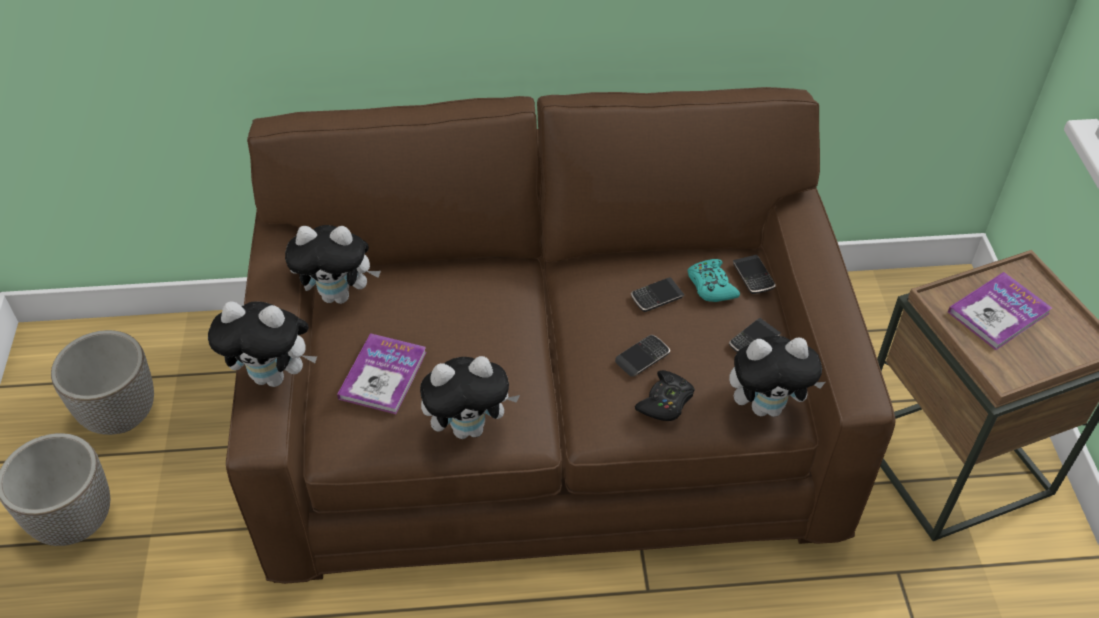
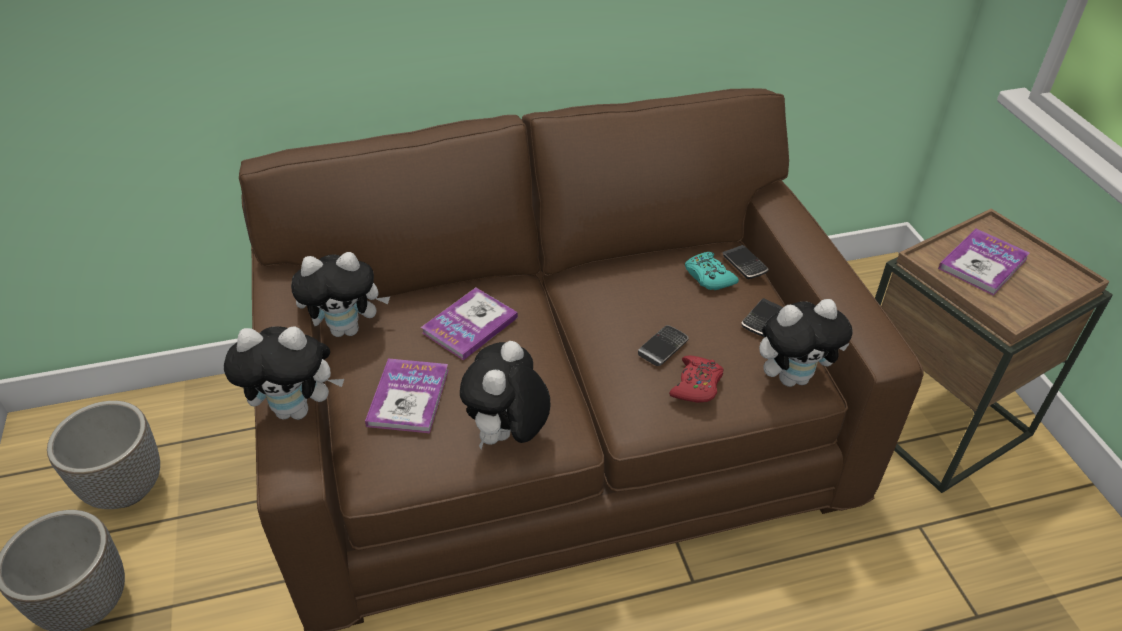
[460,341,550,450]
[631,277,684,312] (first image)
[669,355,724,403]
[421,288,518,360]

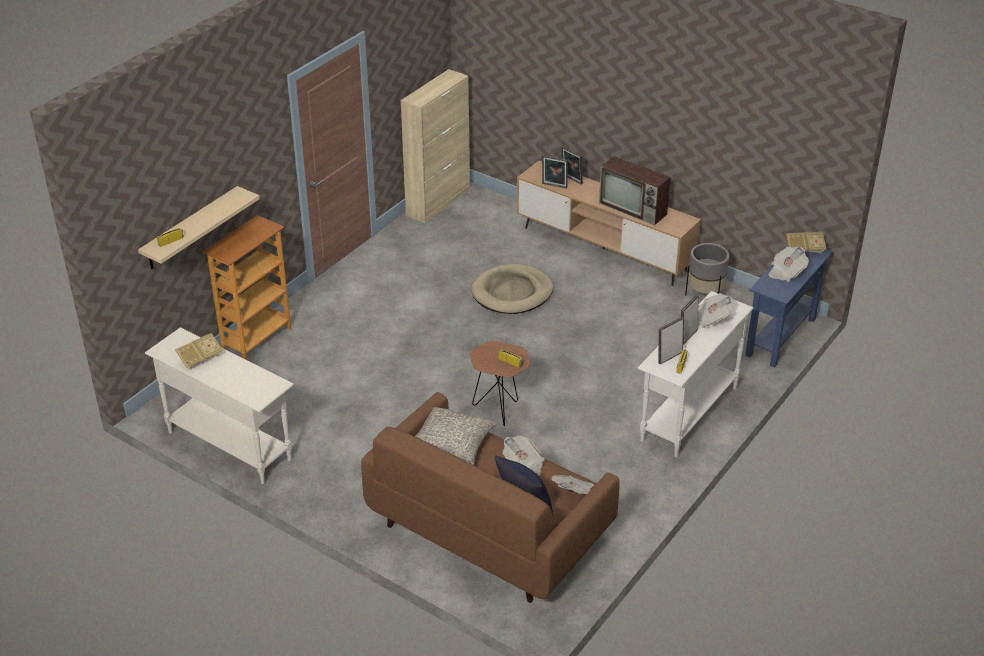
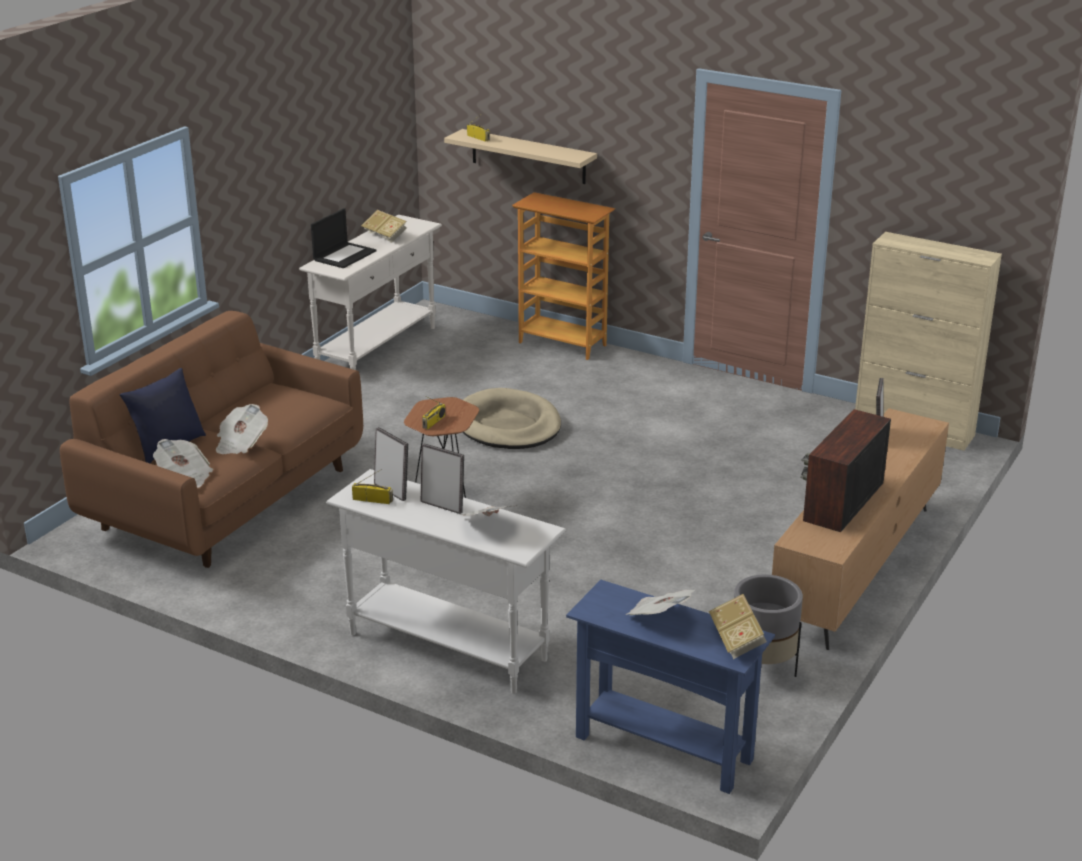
[415,407,497,465] (first image)
[462,388,561,449]
[561,146,583,184] (first image)
[311,208,376,268]

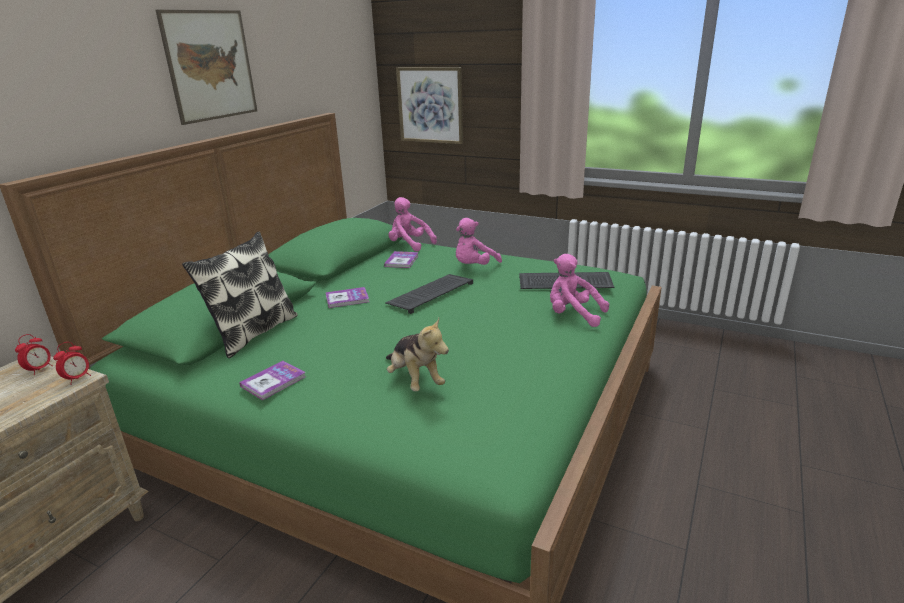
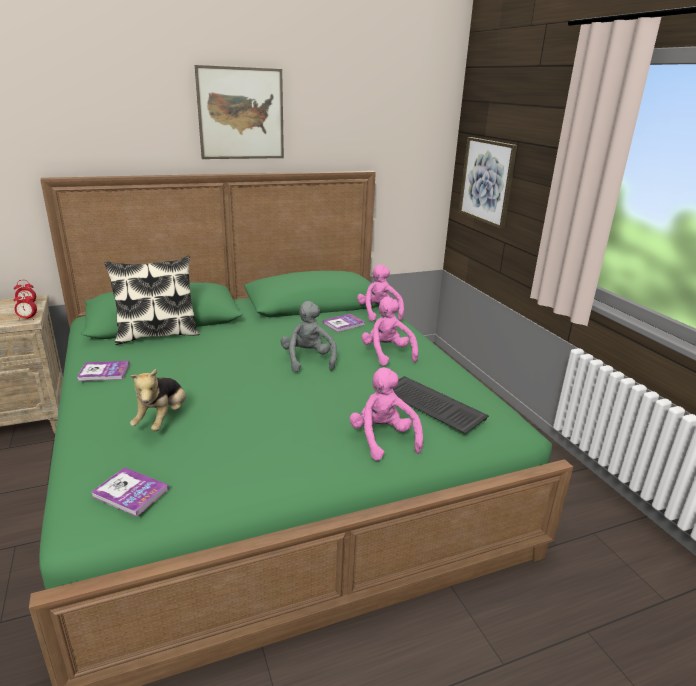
[91,467,169,517]
[281,301,337,372]
[361,297,418,366]

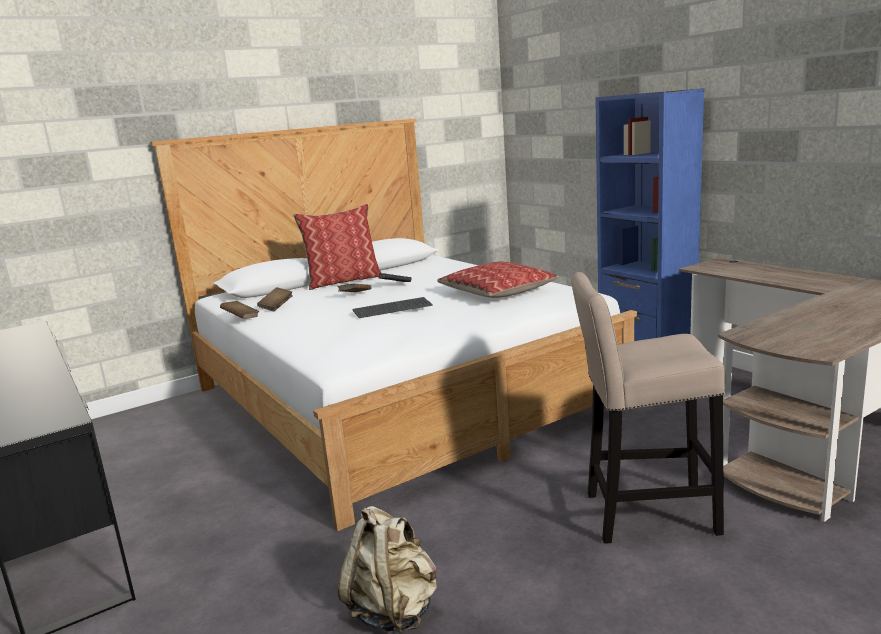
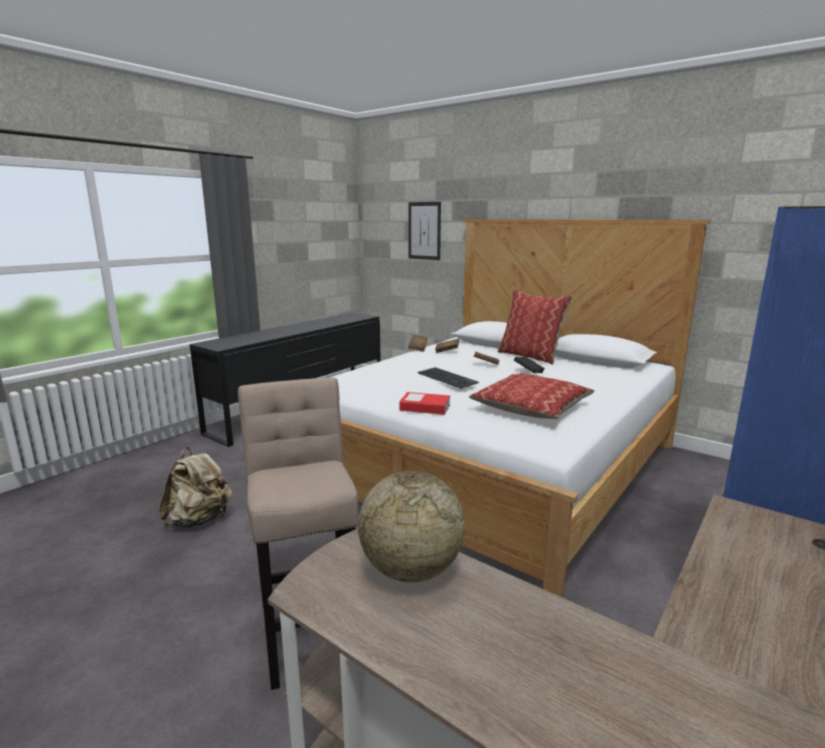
[358,471,465,582]
[399,392,450,415]
[408,202,441,260]

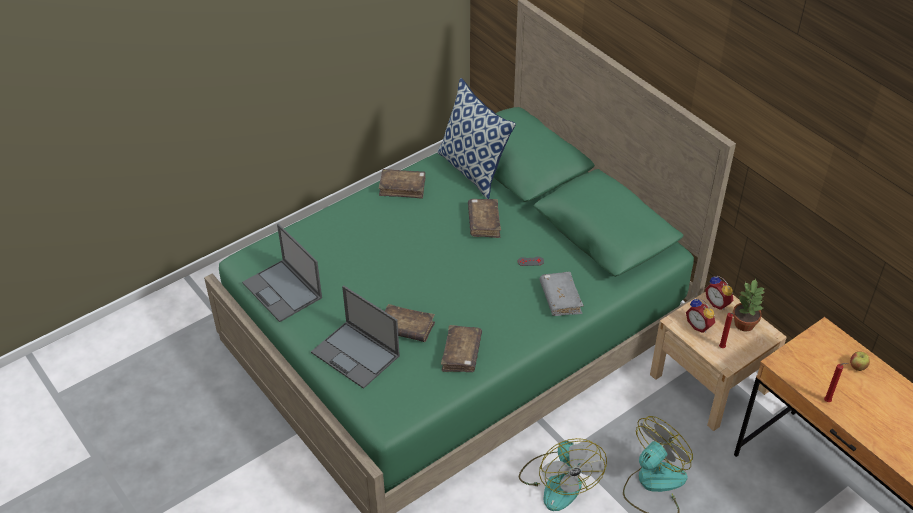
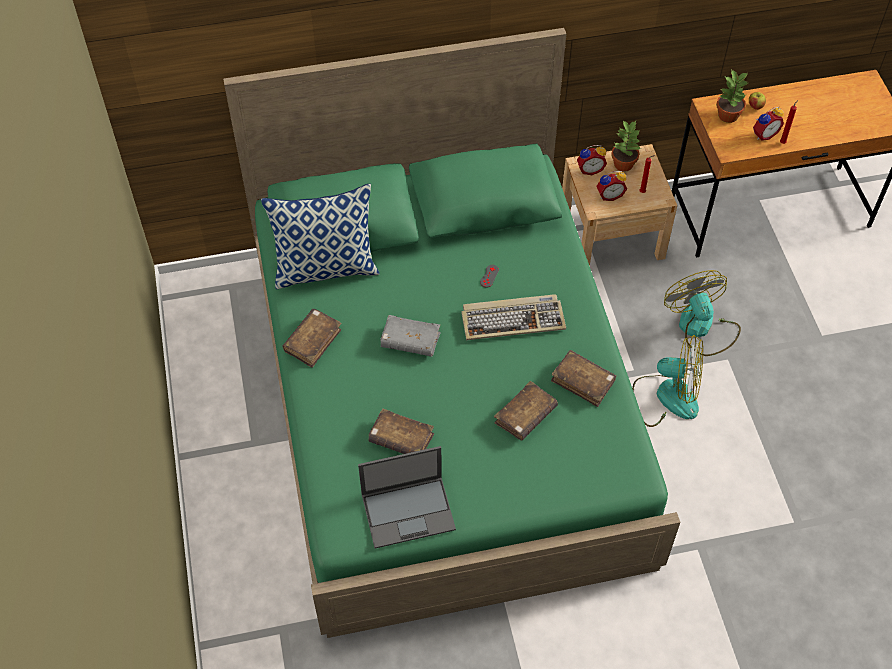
[311,285,400,389] (first image)
[369,409,434,454]
[380,315,441,357]
[461,294,566,340]
[716,69,748,123]
[753,107,784,141]

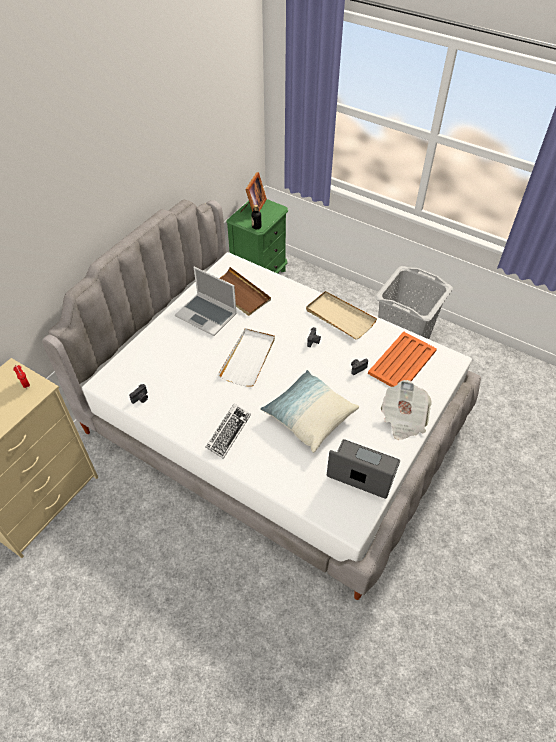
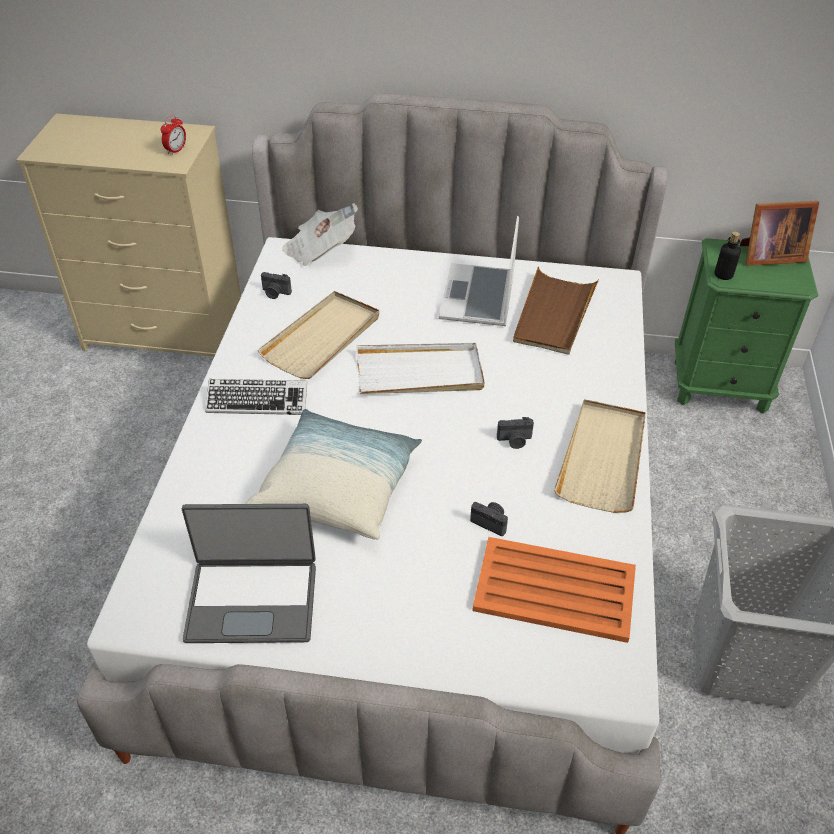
[182,504,316,643]
[282,203,358,266]
[258,291,379,379]

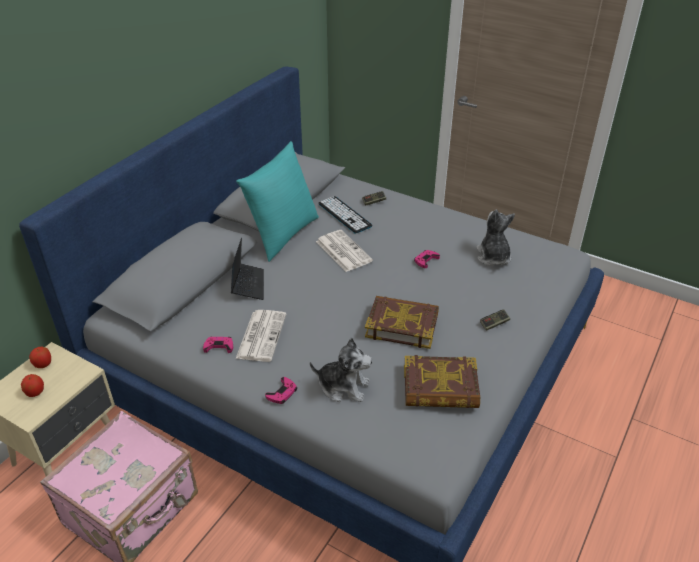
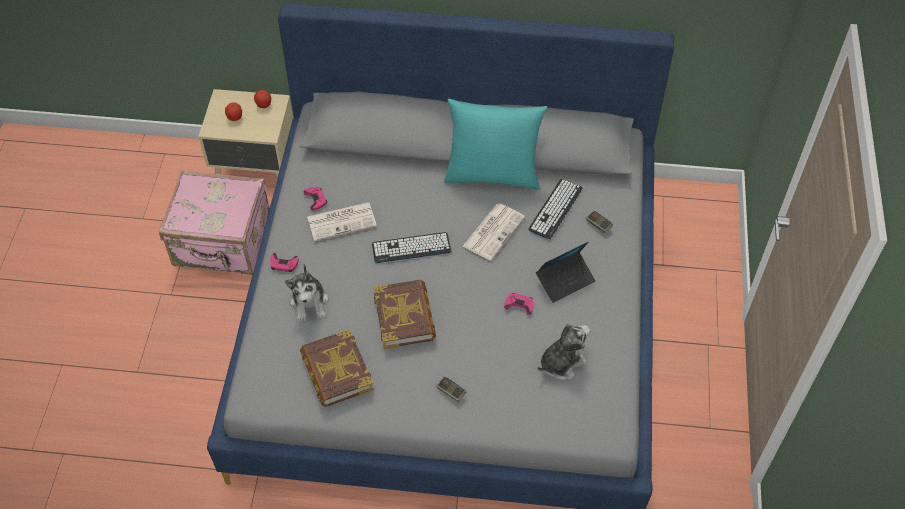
[536,242,596,303]
[372,232,451,263]

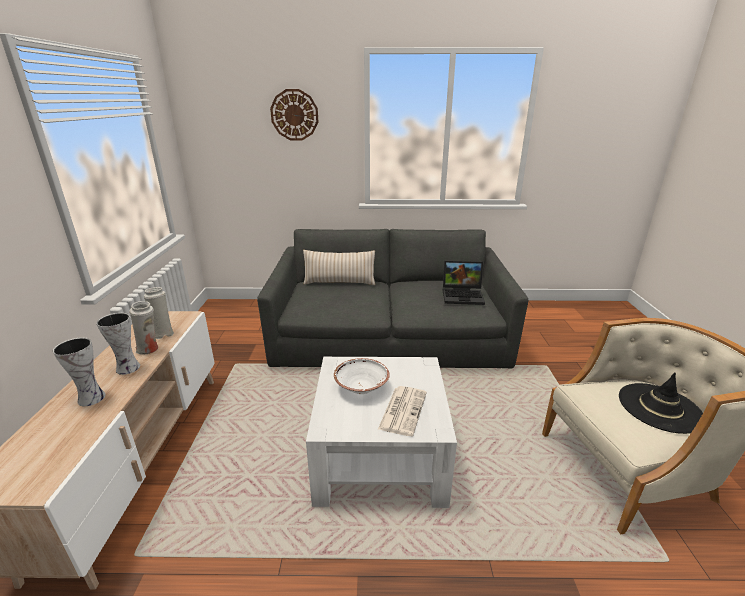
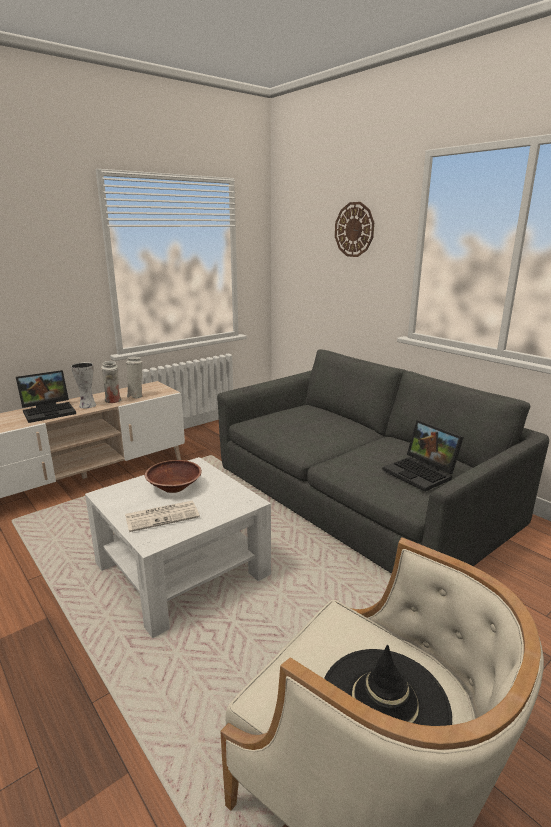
[16,370,76,423]
[303,250,375,285] (first image)
[145,460,202,493]

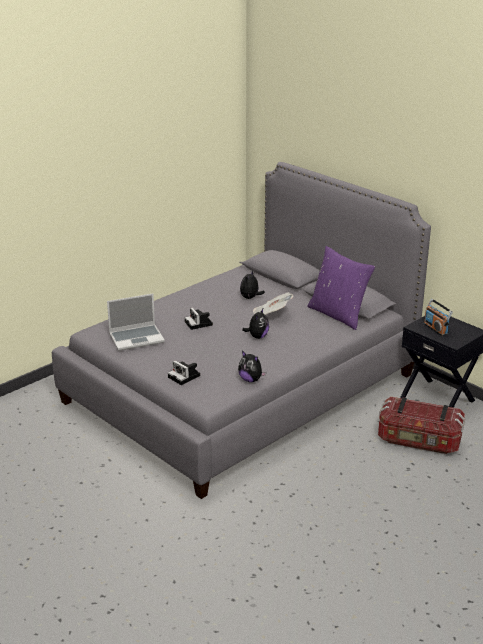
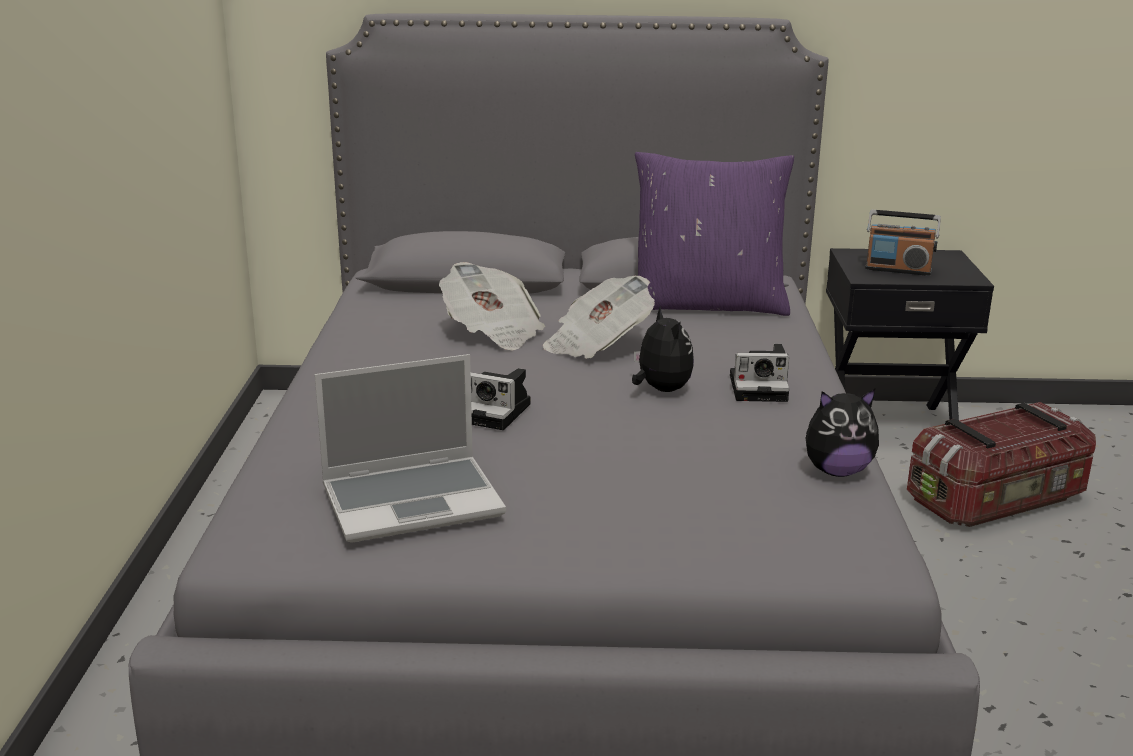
[315,354,506,543]
[730,344,790,402]
[439,262,545,351]

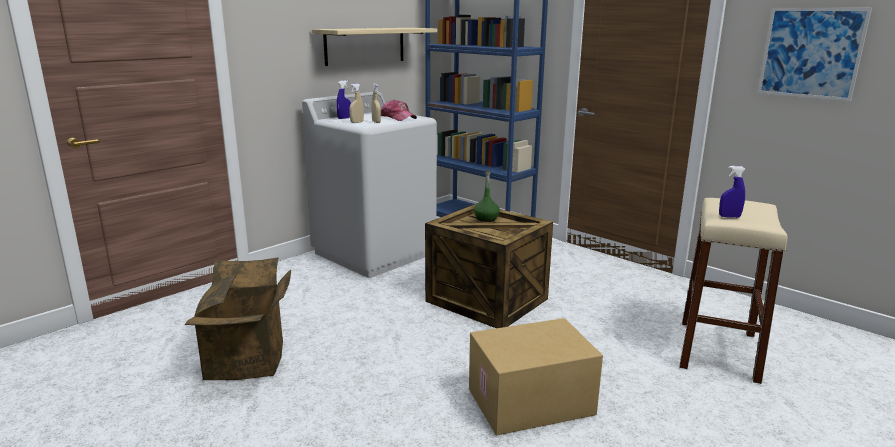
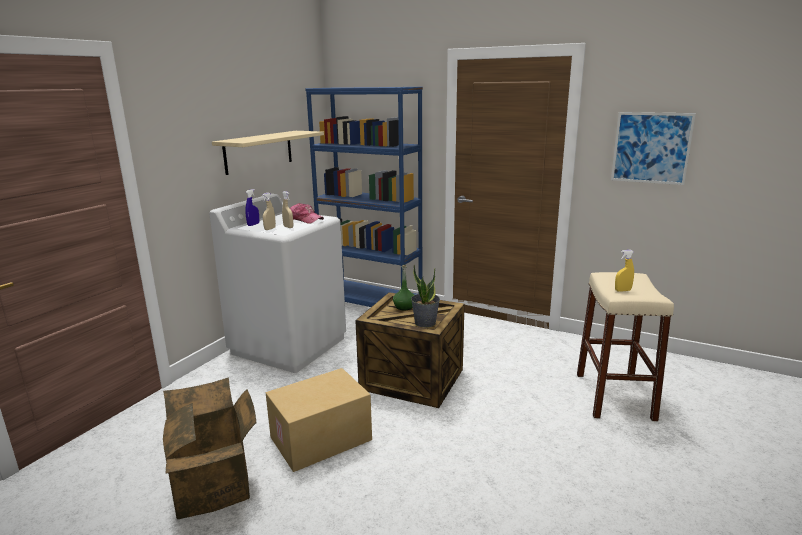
[266,368,372,472]
[615,250,634,292]
[411,265,440,327]

